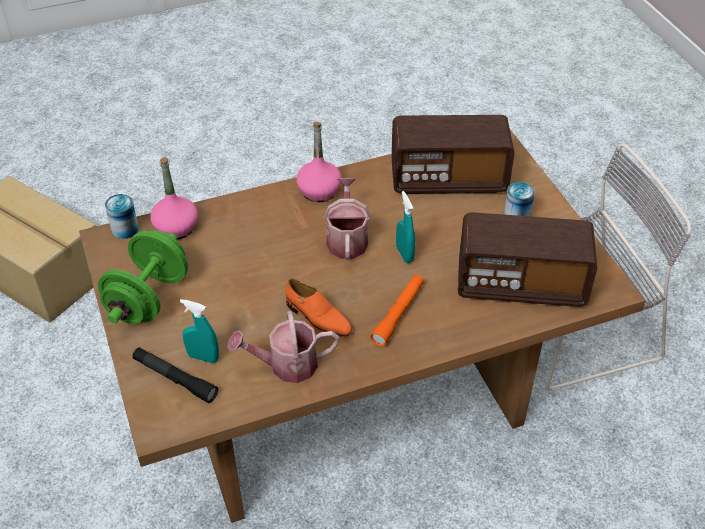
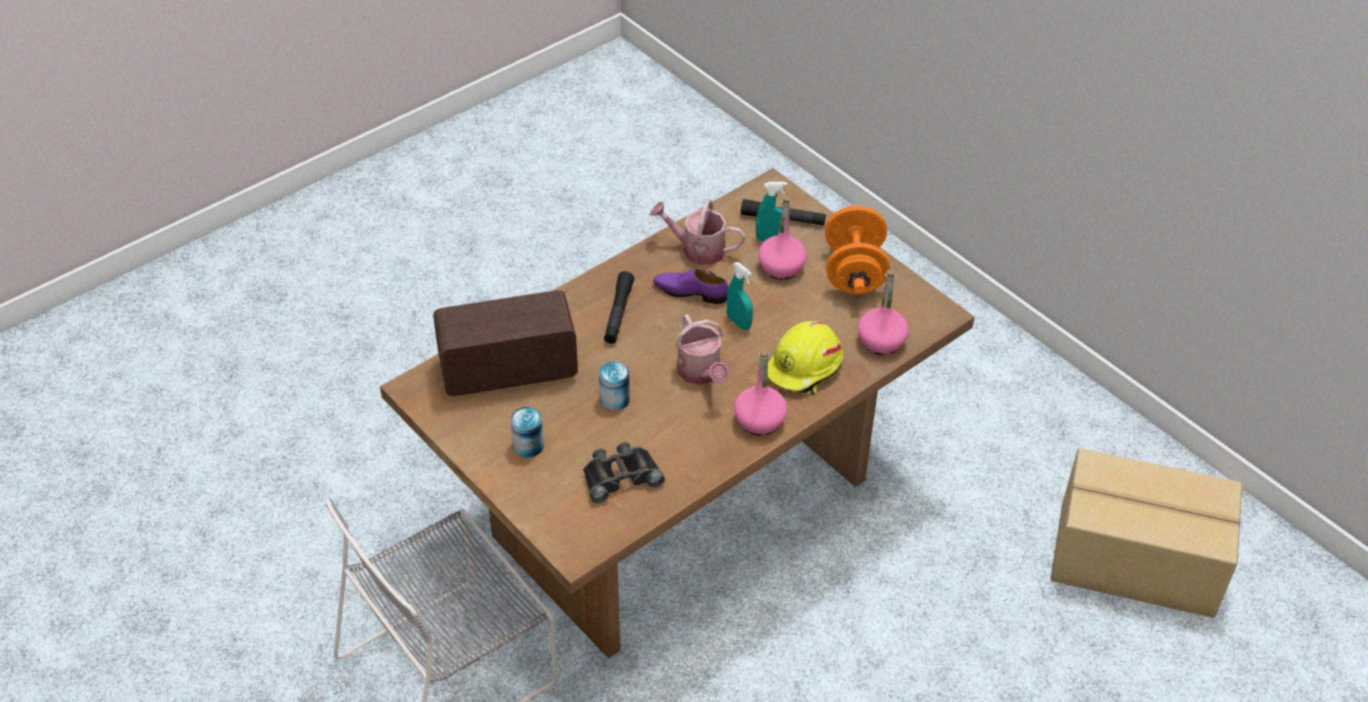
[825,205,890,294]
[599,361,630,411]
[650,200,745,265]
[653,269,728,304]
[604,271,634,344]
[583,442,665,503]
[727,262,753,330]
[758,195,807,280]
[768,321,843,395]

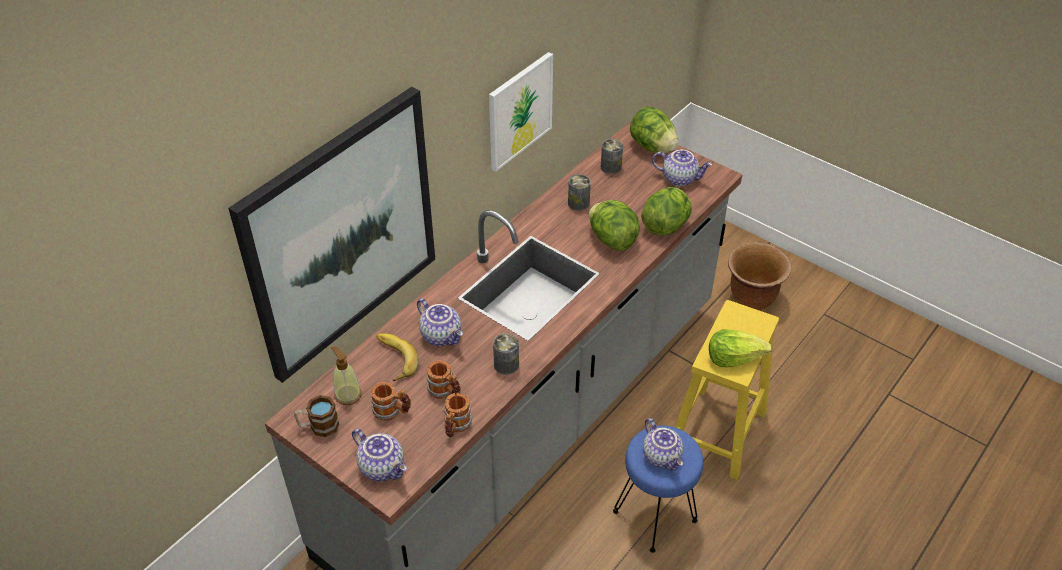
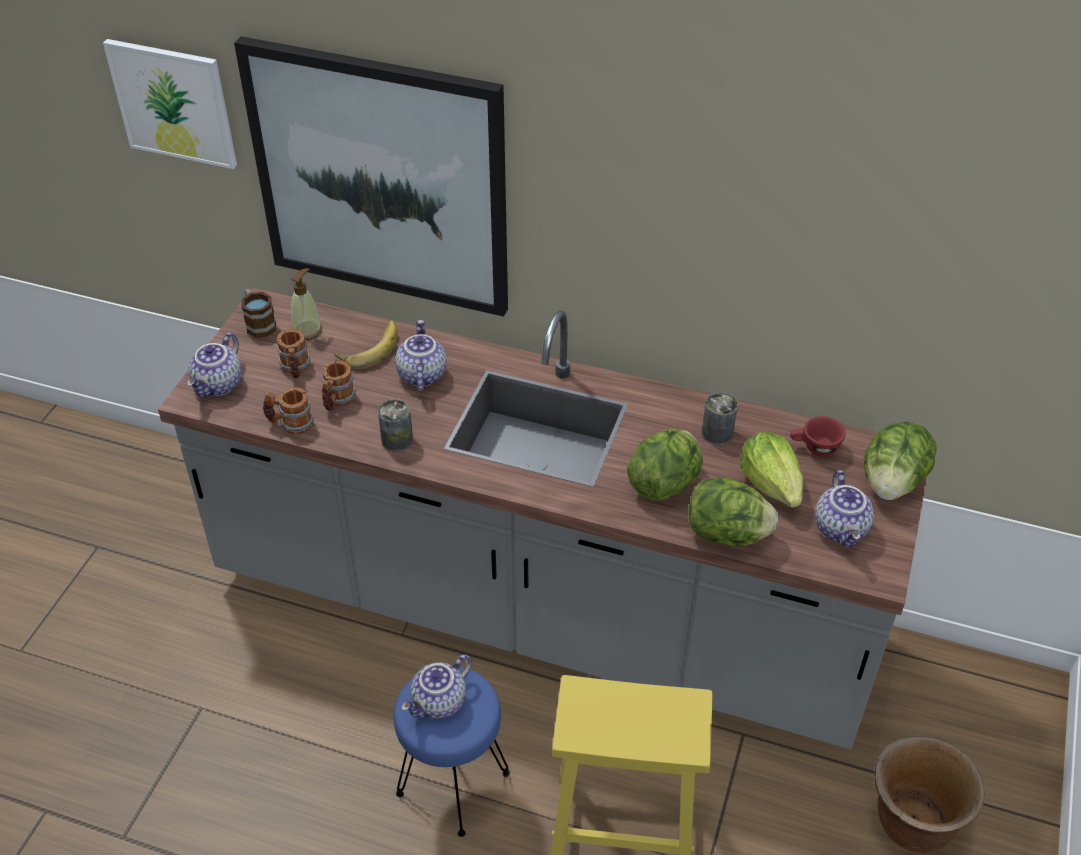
[395,320,447,391]
[103,39,237,169]
[790,416,846,457]
[740,432,804,508]

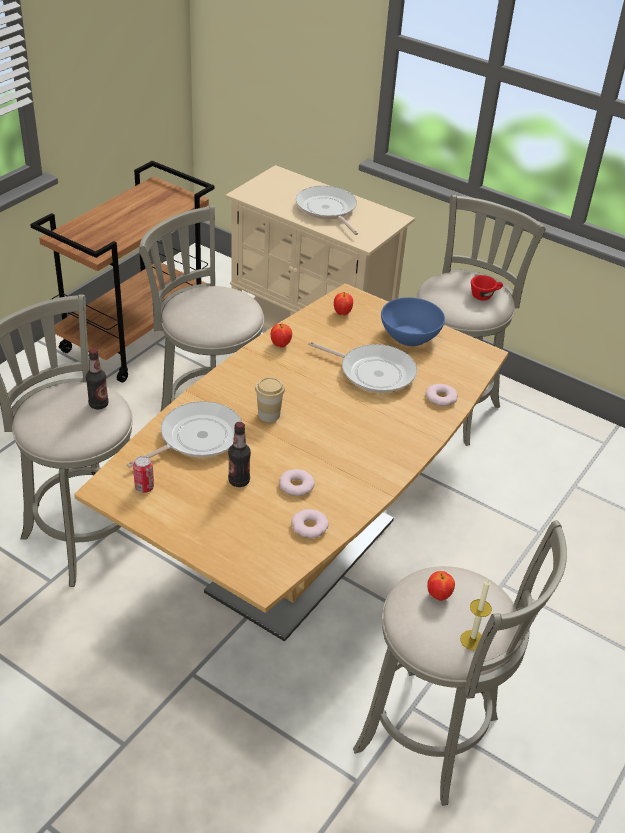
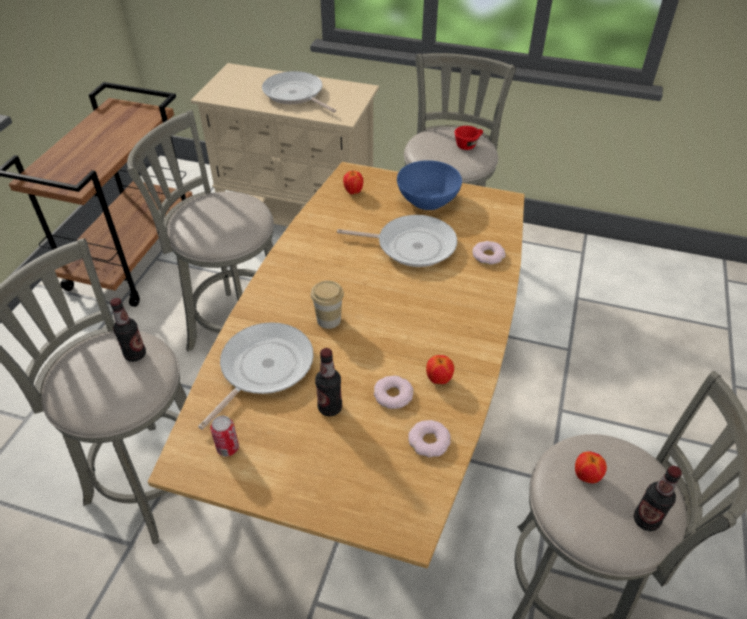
[426,355,454,384]
[634,466,682,531]

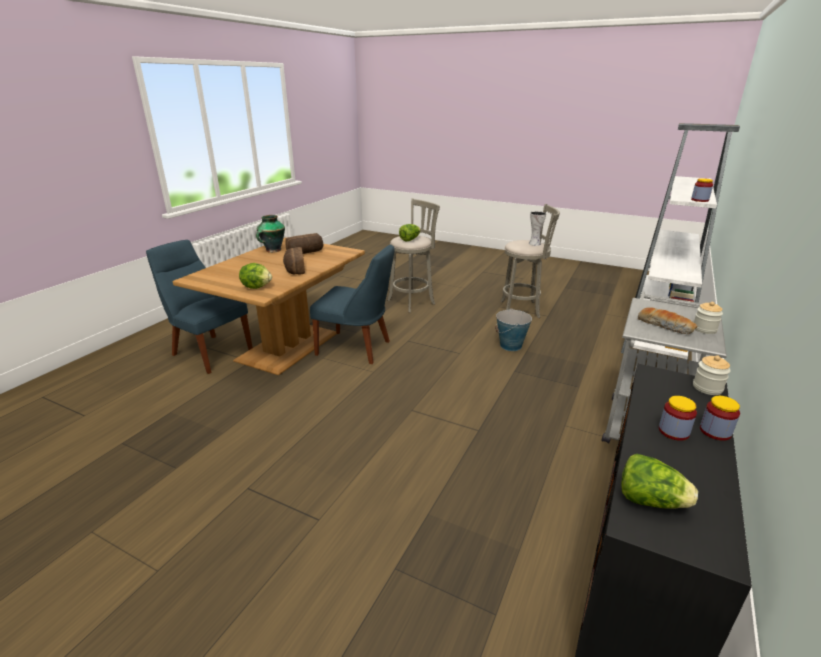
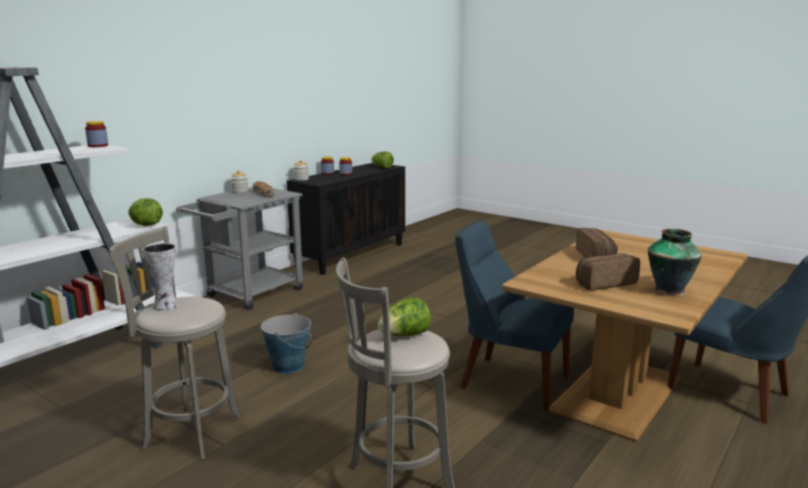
[128,198,163,226]

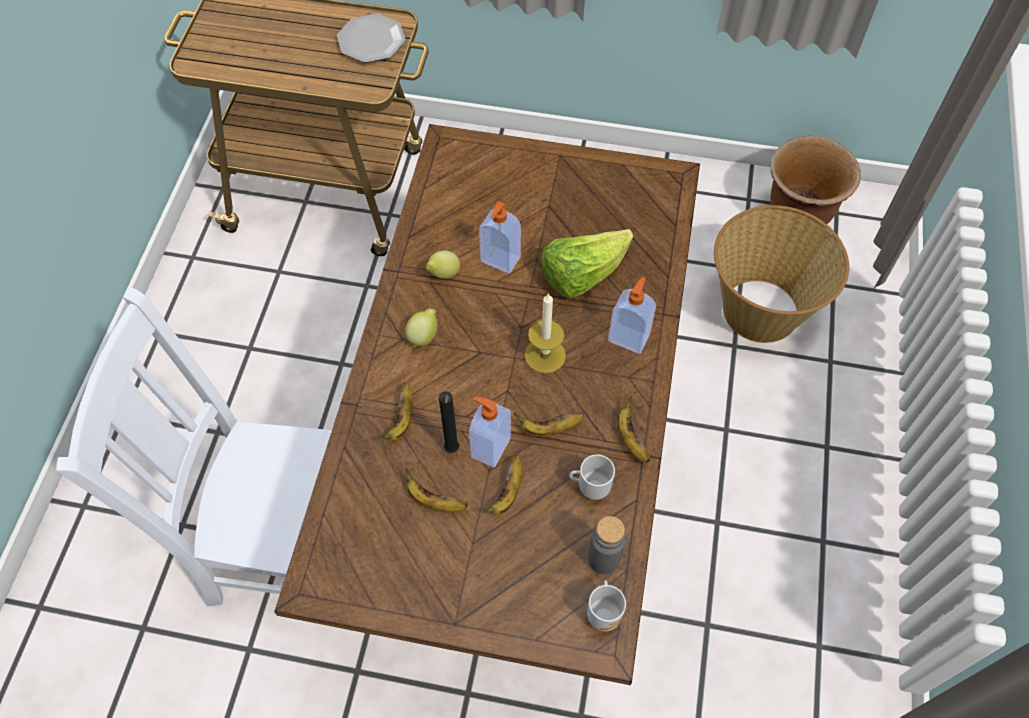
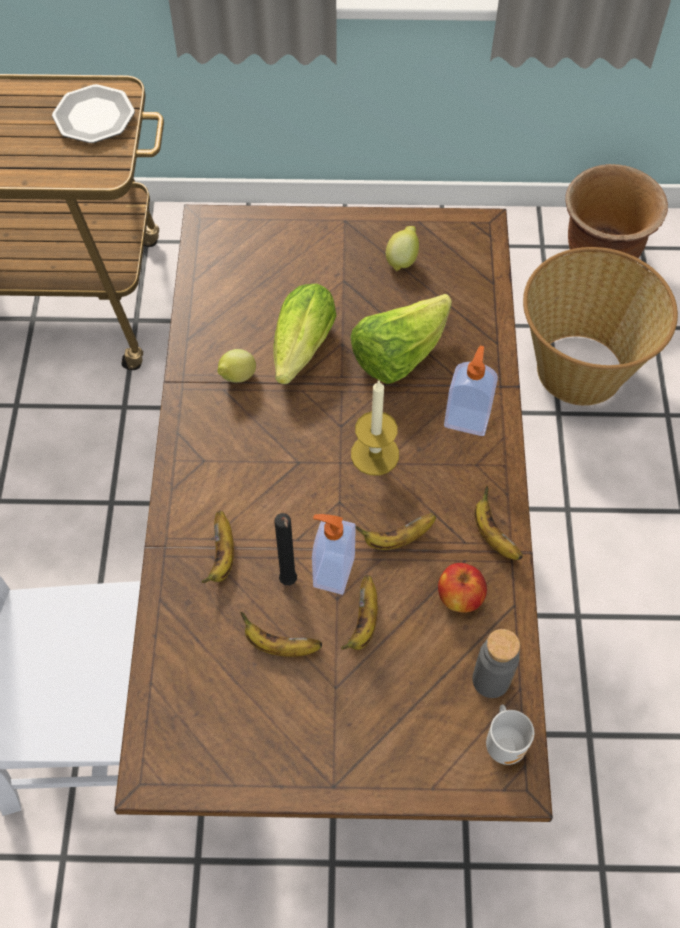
[386,226,419,271]
[274,284,337,384]
[438,563,487,613]

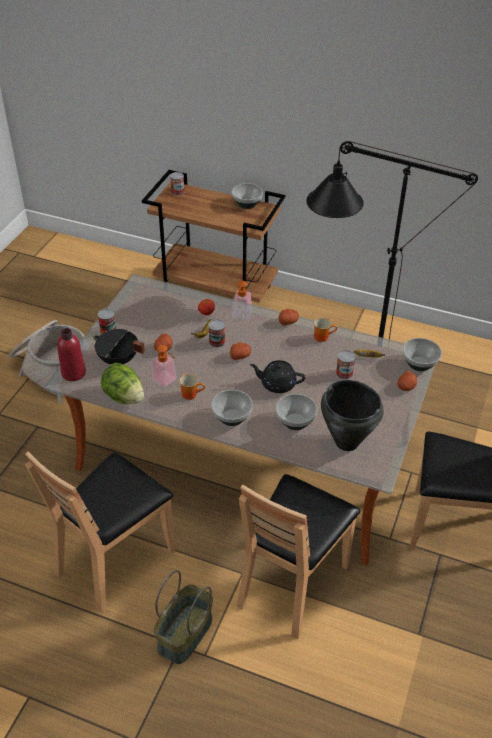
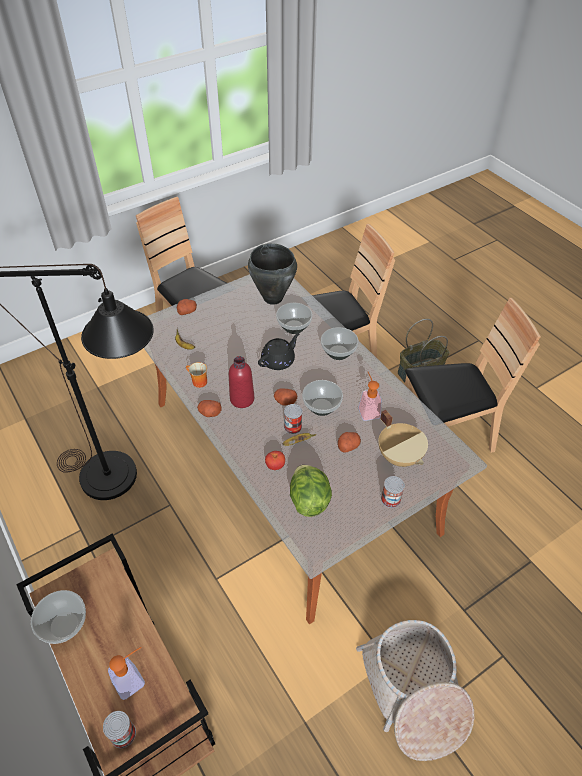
[229,356,254,408]
[378,410,428,467]
[290,465,332,517]
[179,374,205,400] (first image)
[108,647,145,700]
[258,333,299,370]
[336,350,355,379] (first image)
[302,380,343,416]

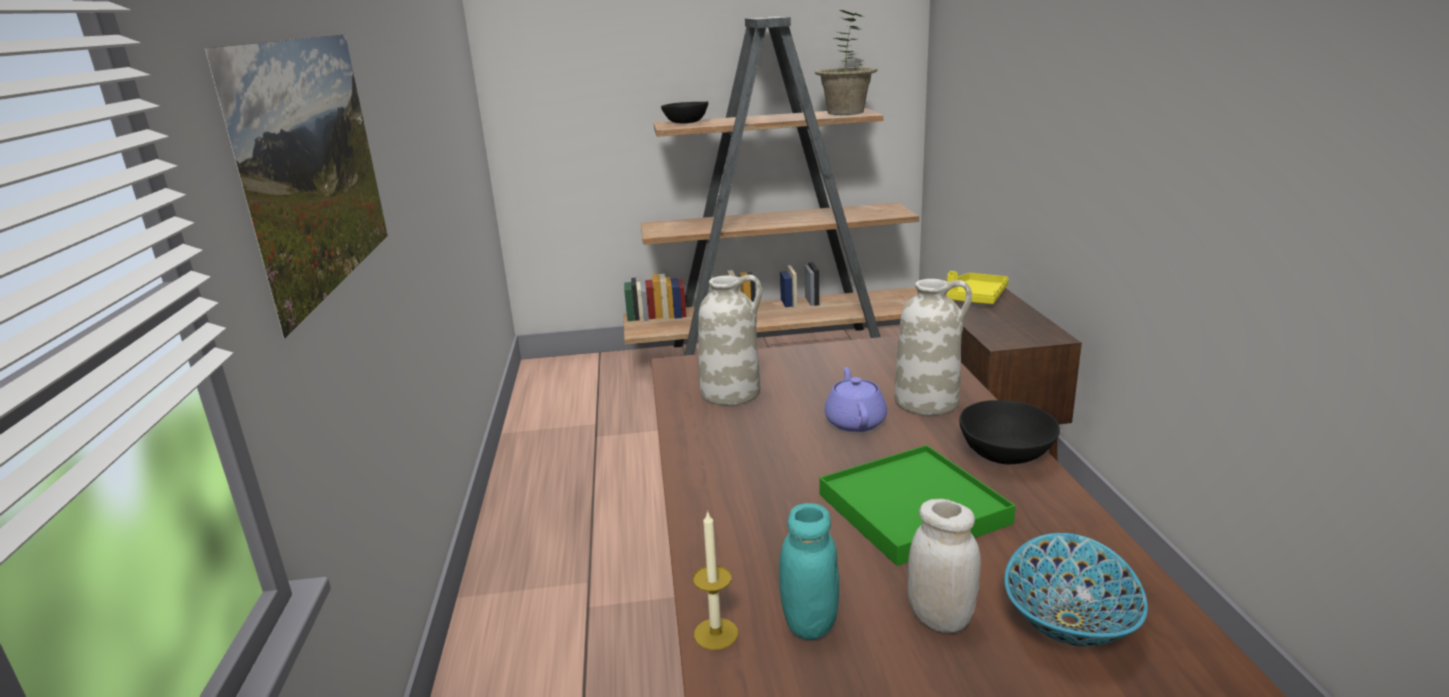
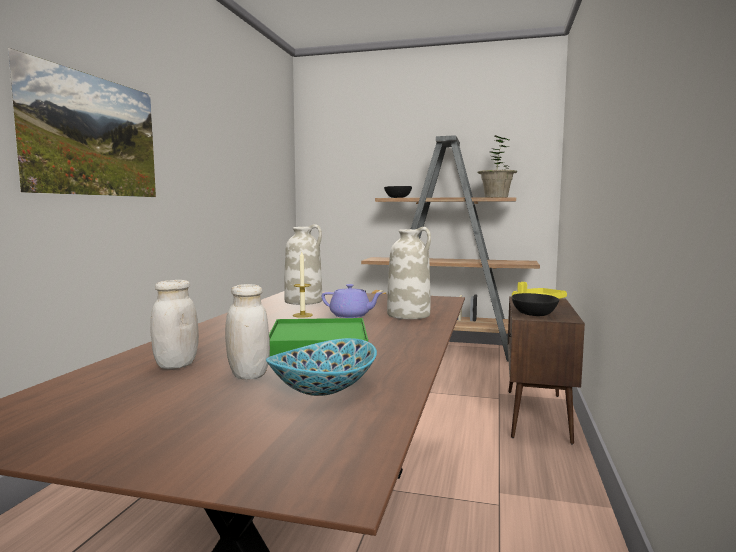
[293,252,313,318]
[150,280,199,369]
[321,284,383,318]
[512,293,559,316]

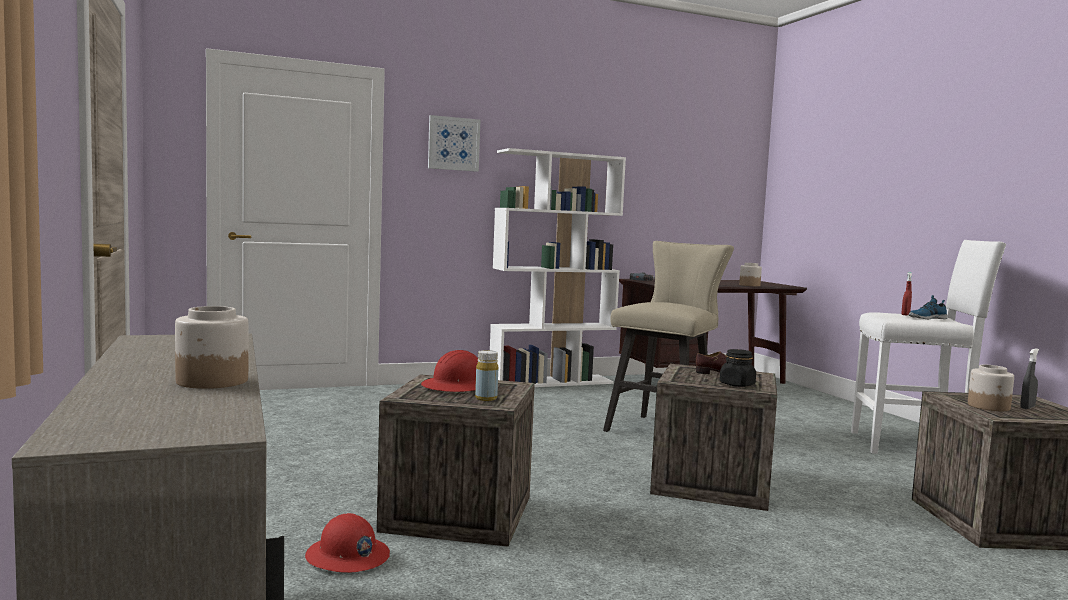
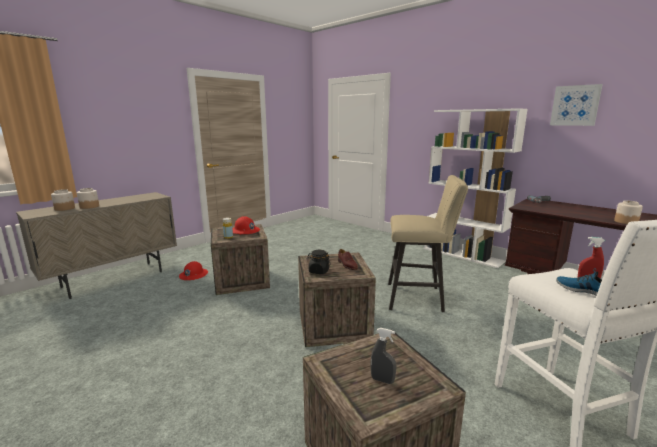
[550,84,603,126]
[51,189,75,211]

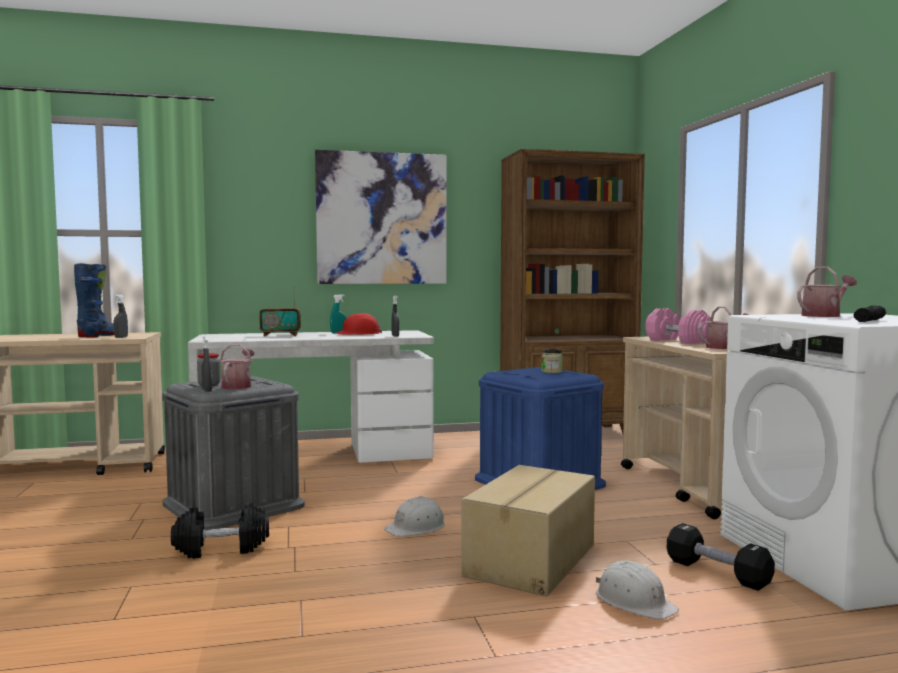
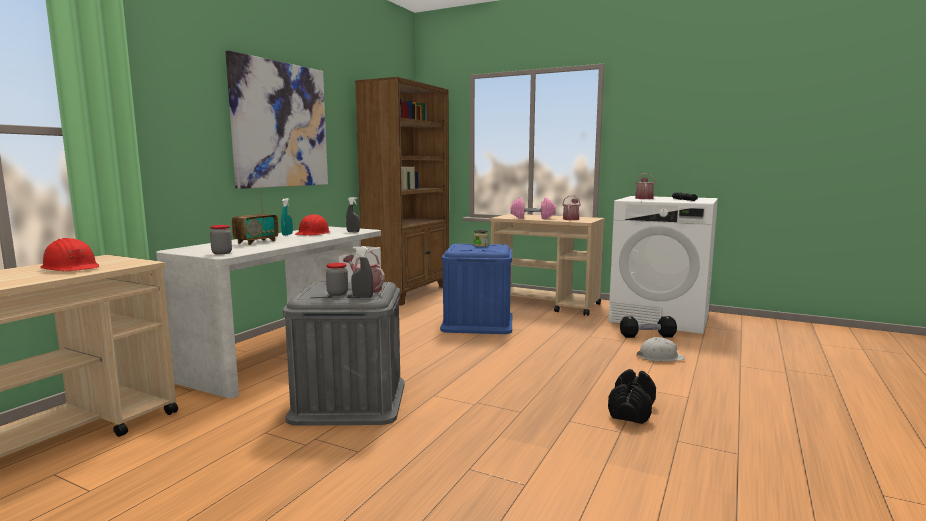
[41,238,99,271]
[114,294,128,338] (first image)
[608,369,656,424]
[384,496,445,537] (first image)
[461,465,595,596] (first image)
[210,225,232,254]

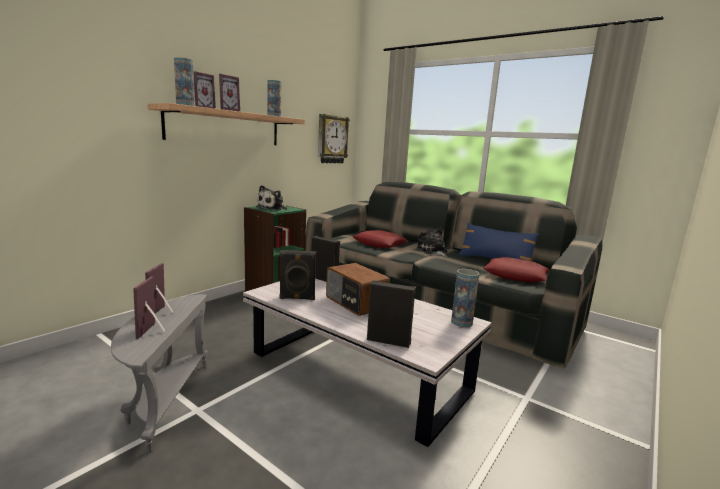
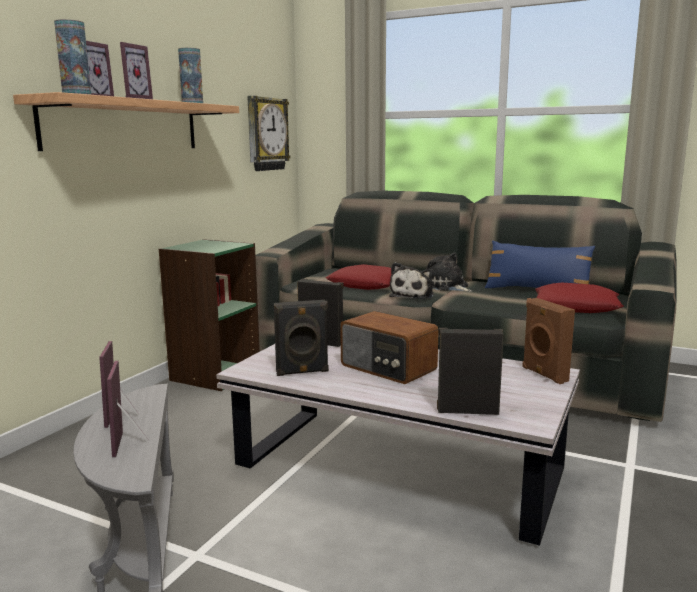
[389,262,434,299]
[523,298,575,384]

